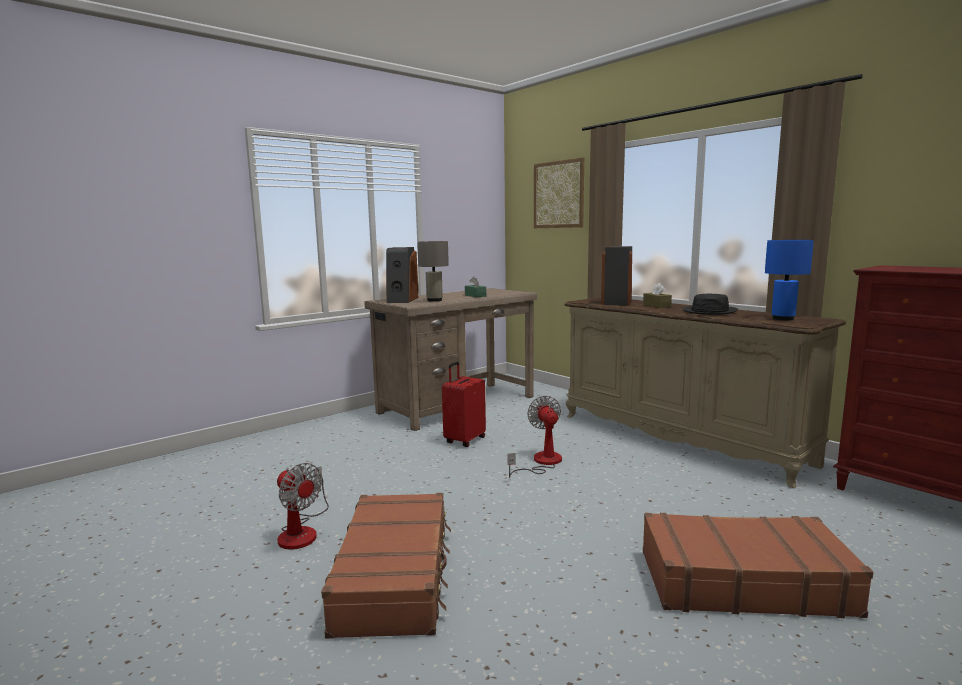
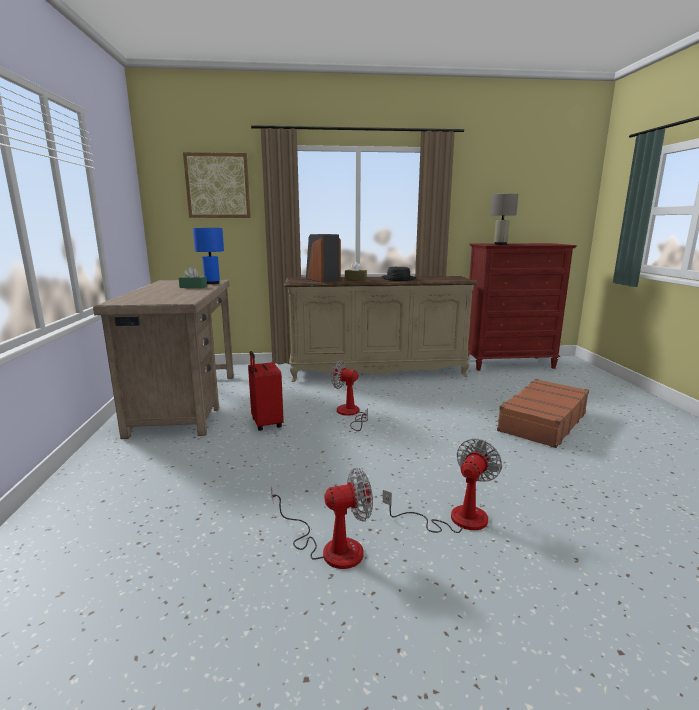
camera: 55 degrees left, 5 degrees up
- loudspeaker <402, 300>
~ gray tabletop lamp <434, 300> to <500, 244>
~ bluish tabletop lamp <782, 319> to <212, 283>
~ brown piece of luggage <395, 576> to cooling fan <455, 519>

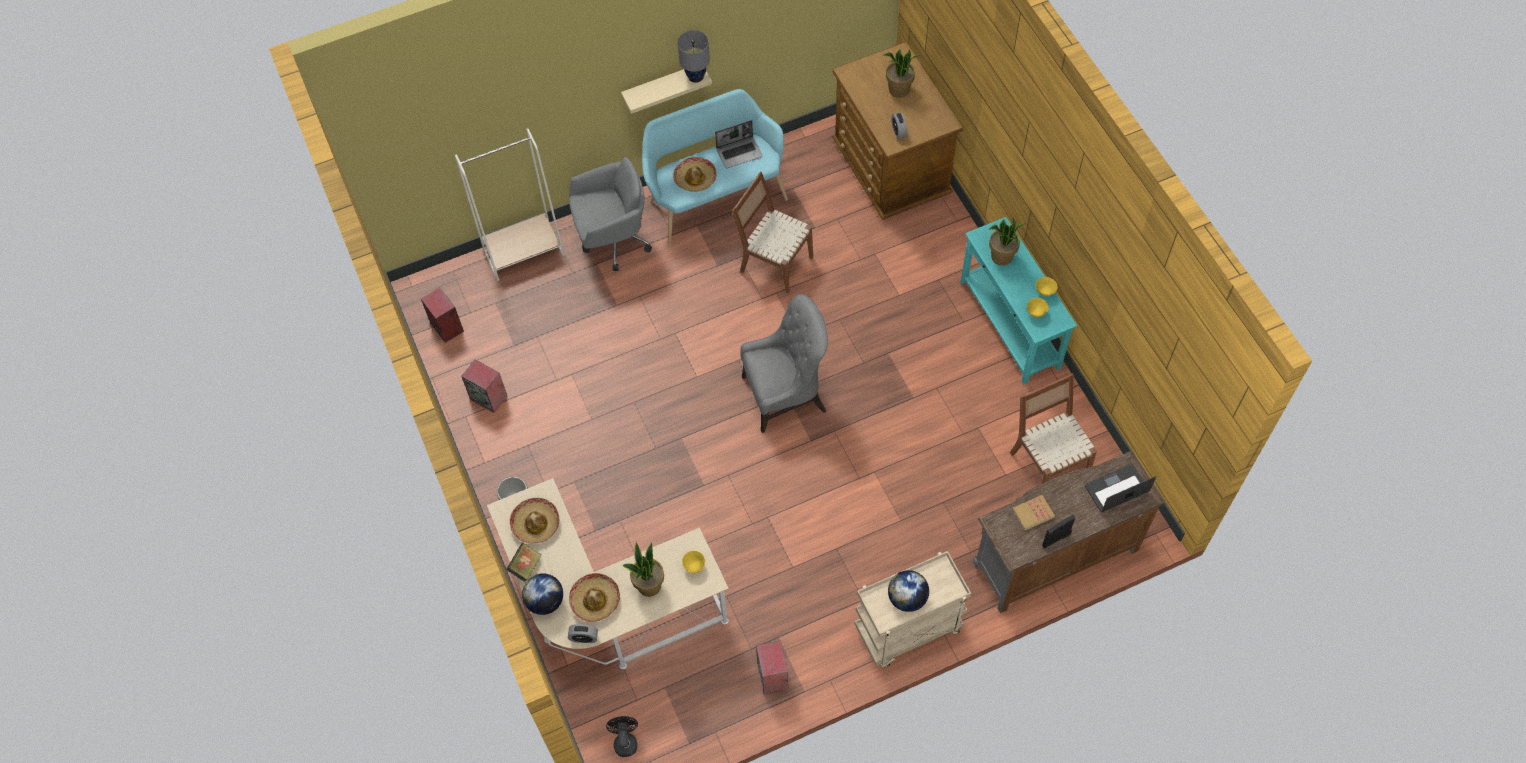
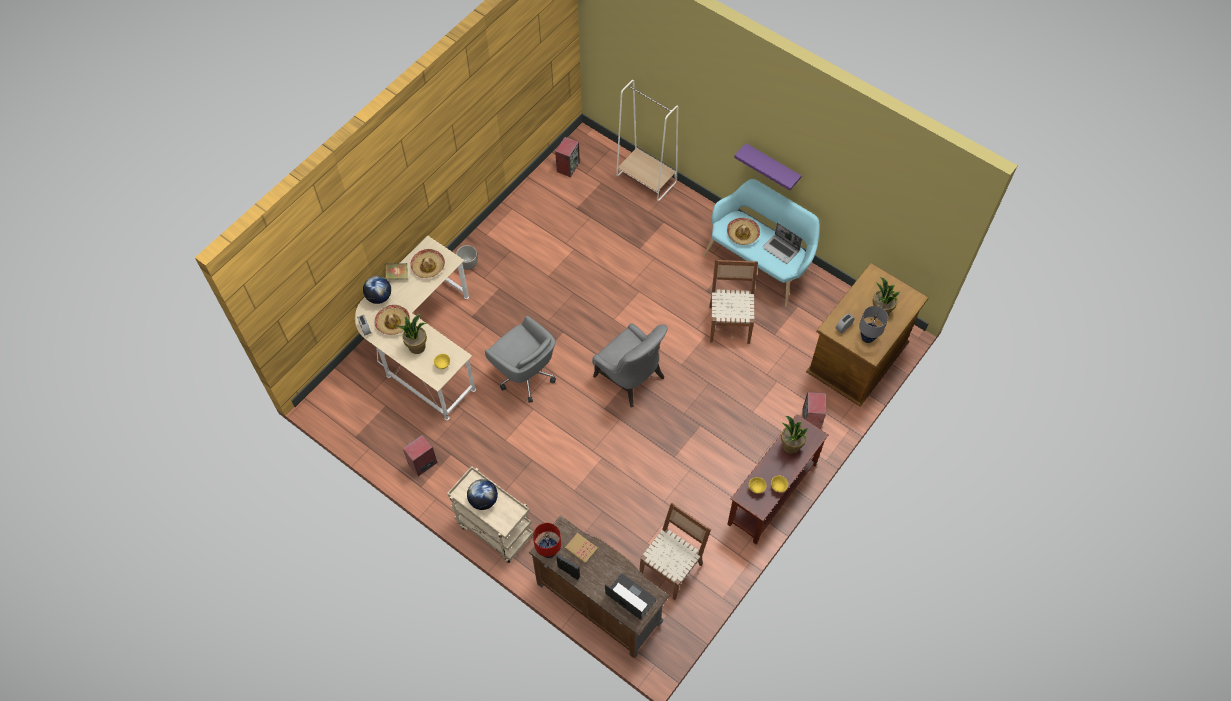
camera: 60 degrees right, 0 degrees up
- blackish cooling fan <625, 741>
+ red-coloured tabletop lamp <548, 551>
~ loudspeaker <489, 397> to <811, 419>
~ gray office chair <614, 243> to <524, 376>
~ gray tabletop lamp <696, 76> to <867, 337>
~ beige-coloured bracket shelf <662, 86> to purplish bracket shelf <772, 165>
~ turquoise narrow table <1010, 325> to brown narrow table <772, 495>

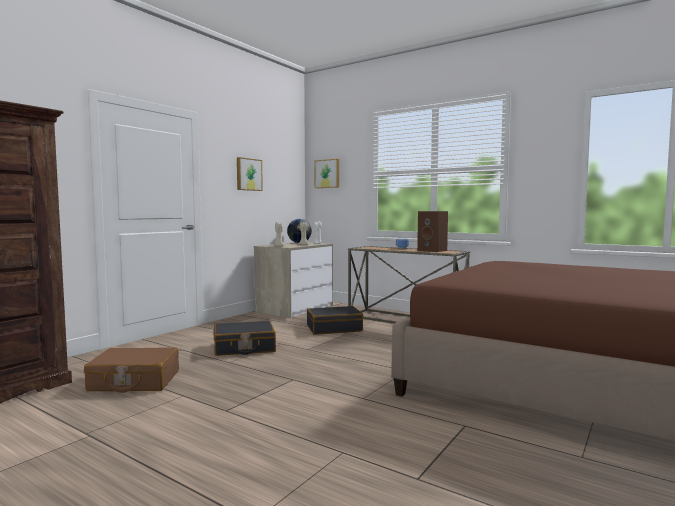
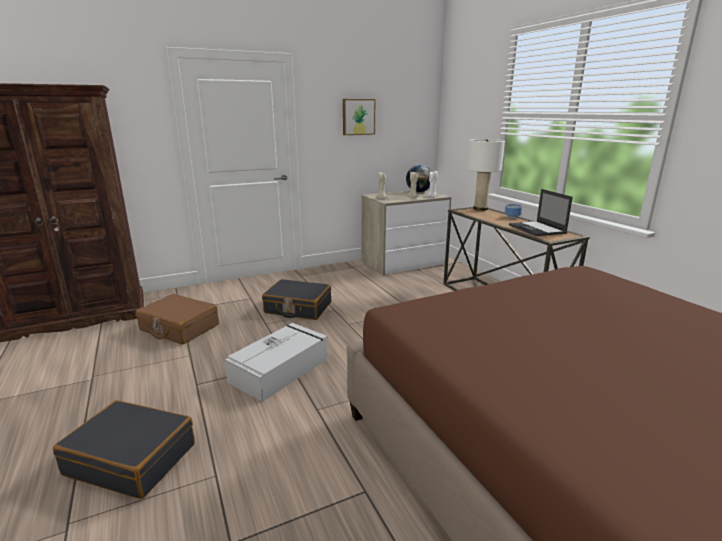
camera: 30 degrees right, 15 degrees up
- wall picture <327, 173>
+ gray storage box <280, 369>
+ whitish tabletop lamp <480, 209>
~ blackish piece of luggage <334, 328> to <132, 459>
~ brown loudspeaker <433, 250> to laptop <537, 229>

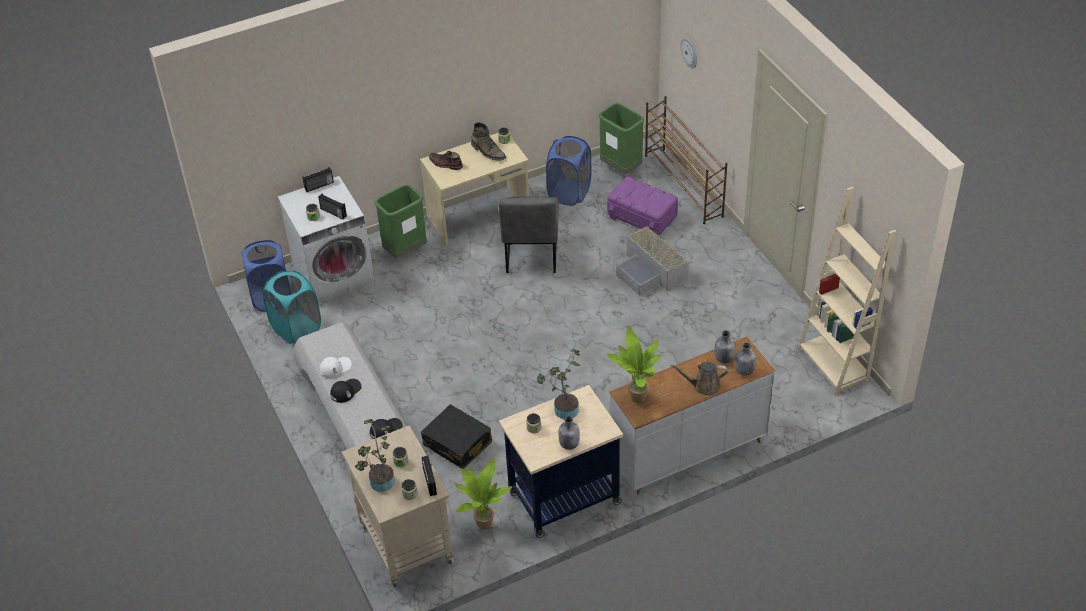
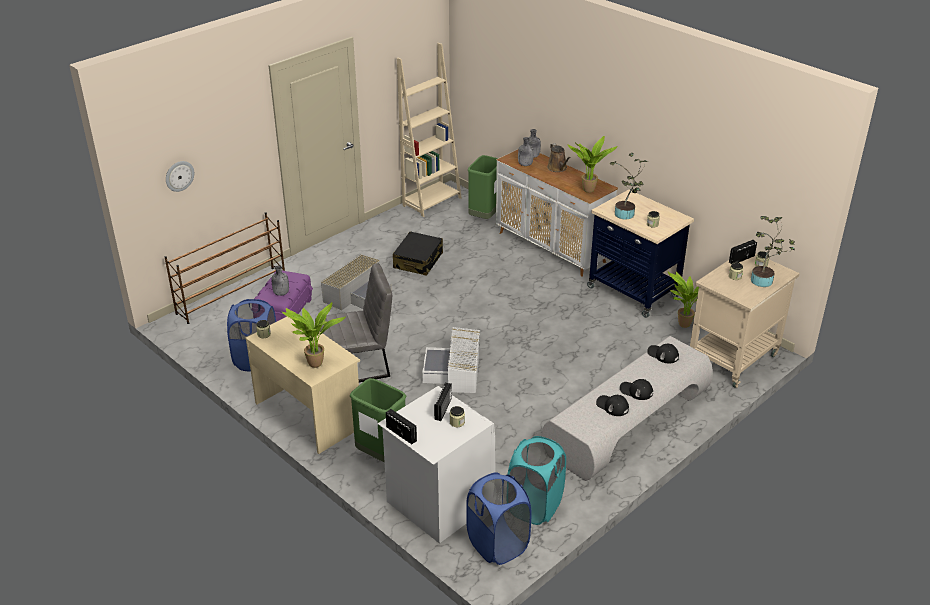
camera: 110 degrees left, 10 degrees down
- greenish boot <488, 152>
+ whitish storage box <455, 371>
~ blackish piece of luggage <457, 444> to <418, 261>
~ gray bottle <569, 444> to <281, 293>
~ greenish trash can <621, 168> to <485, 217>
~ brown boot <445, 164> to houseplant <315, 365>
~ whitish cap <335, 367> to blackish cap <612, 406>

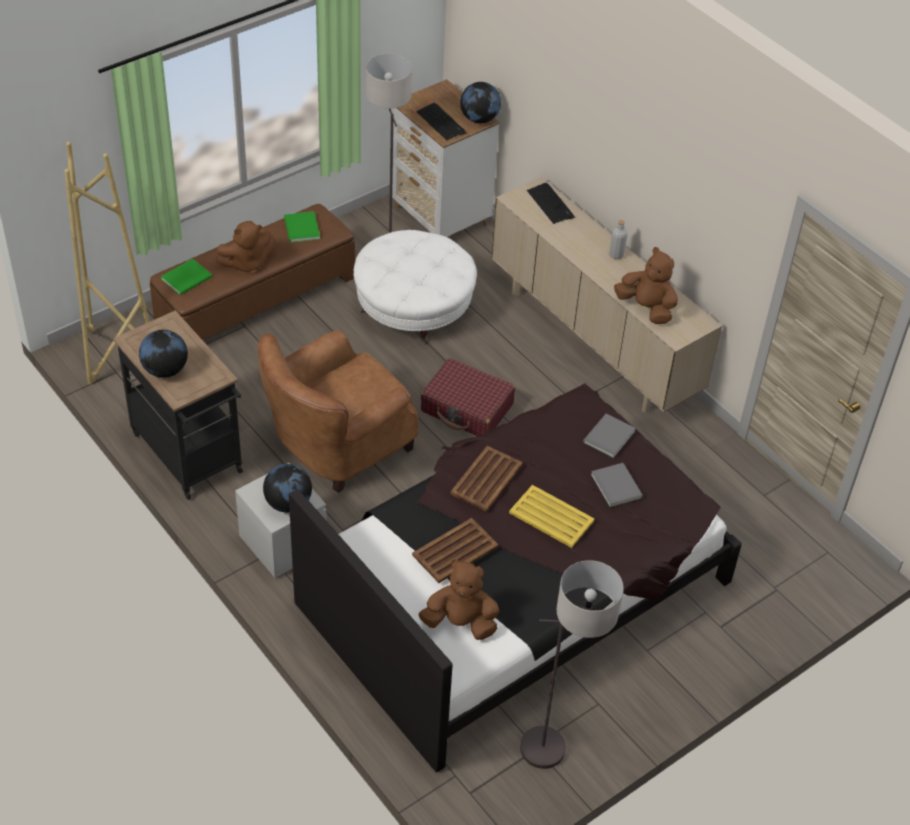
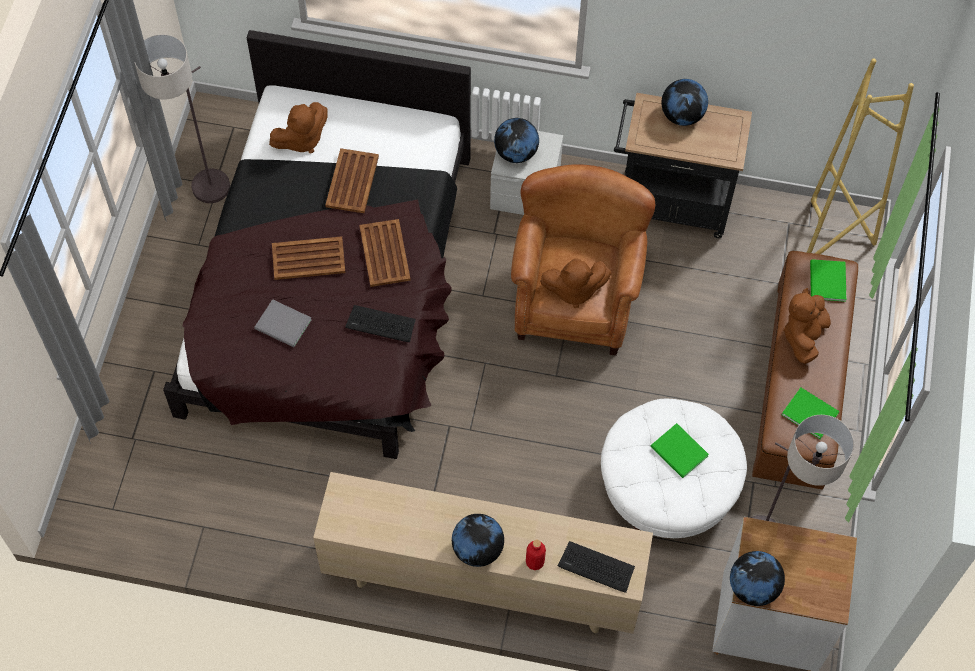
camera: 140 degrees right, 15 degrees up
- red-coloured piece of luggage <467, 408>
- gray bound book <607, 437>
+ red-coloured bottle <535, 562>
+ greenish bound book <679, 453>
~ computer keyboard <441, 122> to <380, 324>
~ brown cuddly toy <646, 308> to <573, 290>
~ gray bottle <616, 255> to desk globe <477, 549>
~ yellowish serving tray <552, 517> to brown serving tray <307, 258>

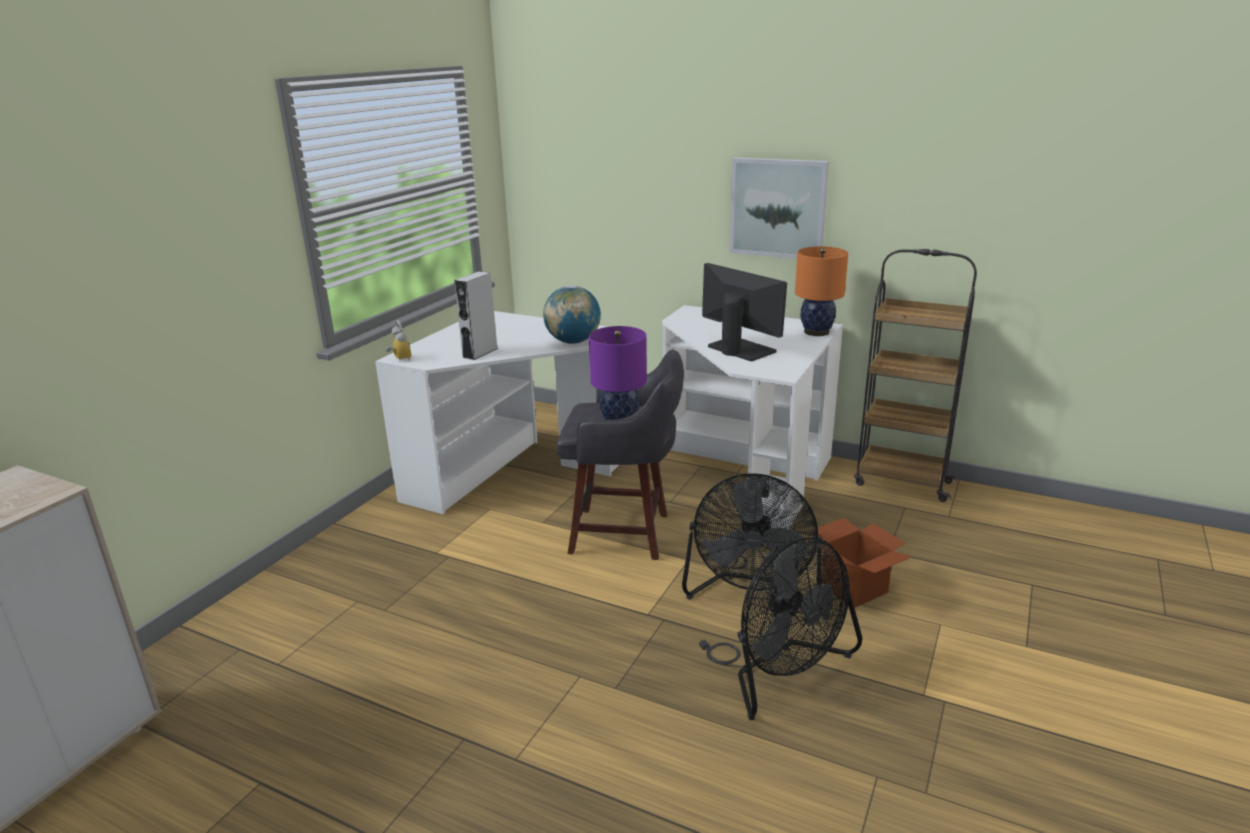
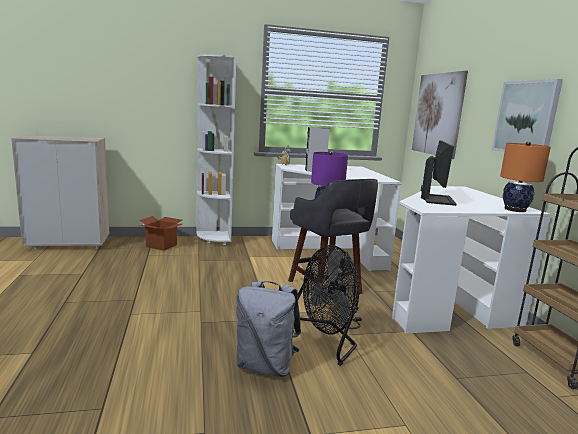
camera: 50 degrees right, 10 degrees down
- desk globe <573, 342>
+ whitish bookcase <214, 241>
+ wall picture <438, 114>
~ carton <853, 589> to <161, 246>
~ blackish cooling fan <776, 672> to gray backpack <266, 366>

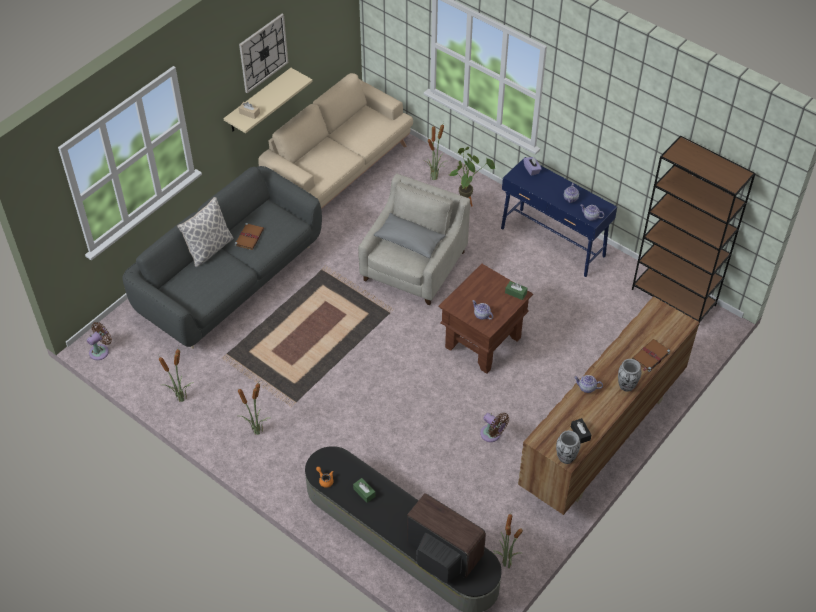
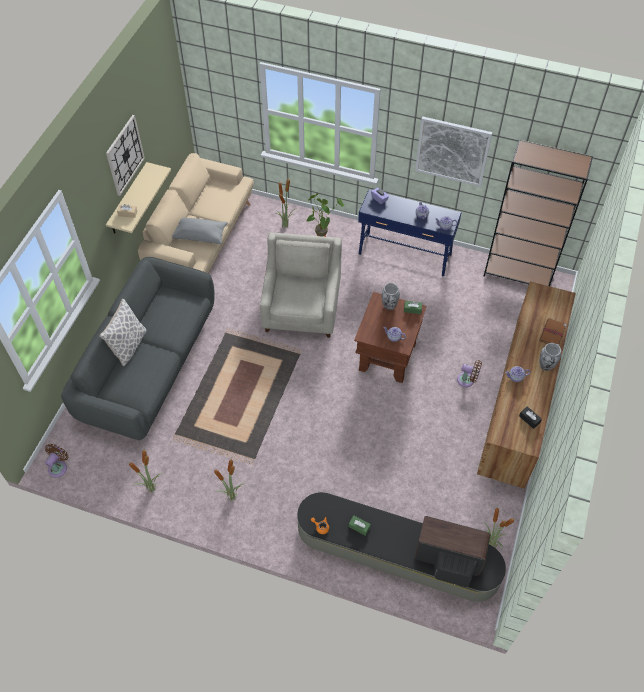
camera: 20 degrees left, 5 degrees up
- brown bound book <249, 237>
+ wall picture <452, 151>
~ gray cushion <409, 241> to <199, 235>
~ brown cooling fan <492, 435> to <467, 380>
~ vase <565, 458> to <389, 306>

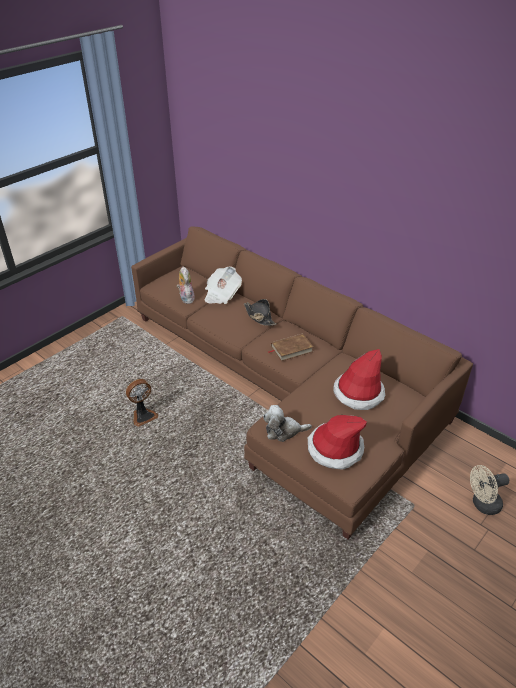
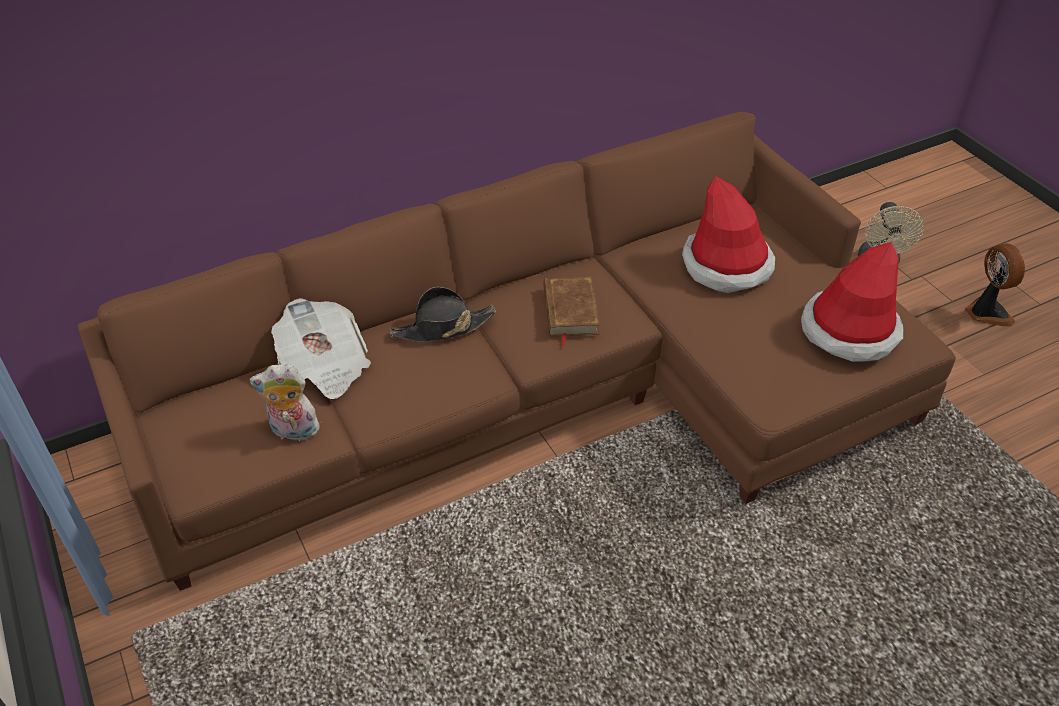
camera: 70 degrees left, 5 degrees up
- cuddly toy <283, 431>
~ cooling fan <143, 416> to <986, 312>

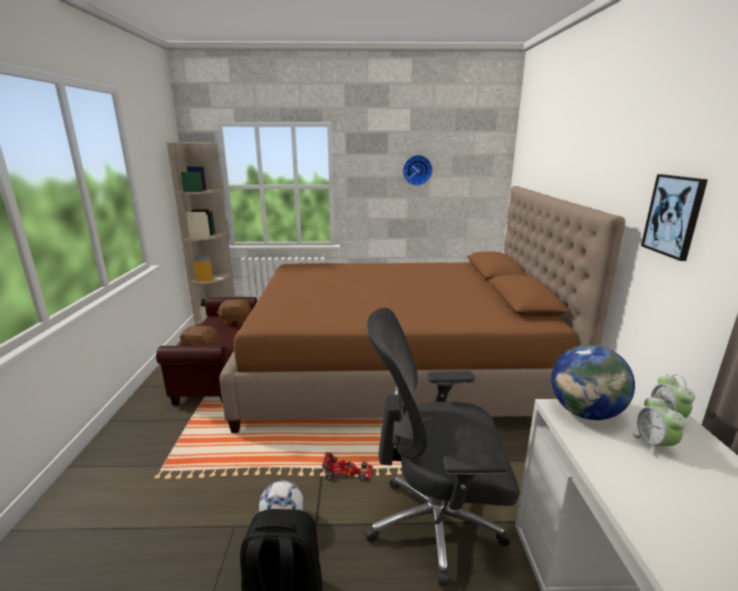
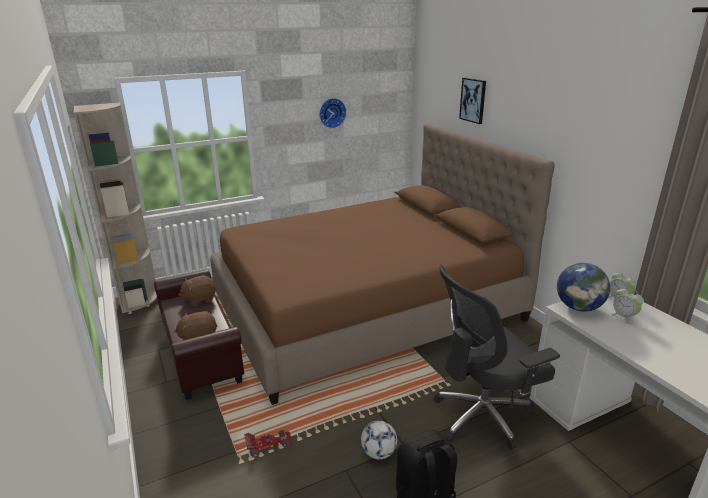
camera: 25 degrees left, 5 degrees up
~ toy car <347, 471> to <269, 444>
~ wall picture <674, 216> to <473, 100>

